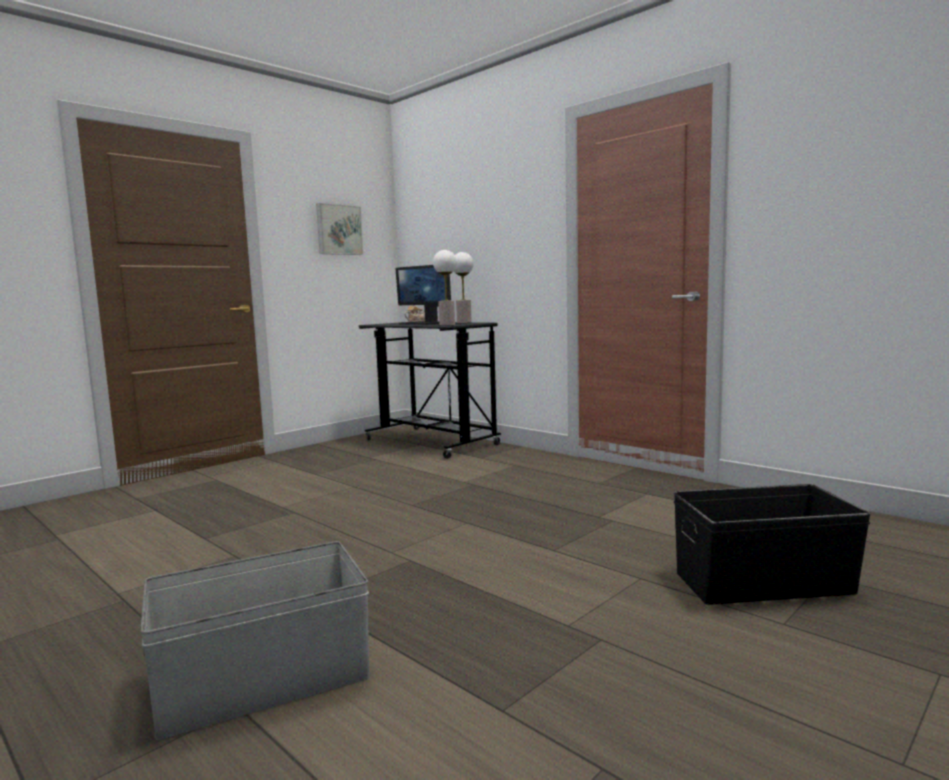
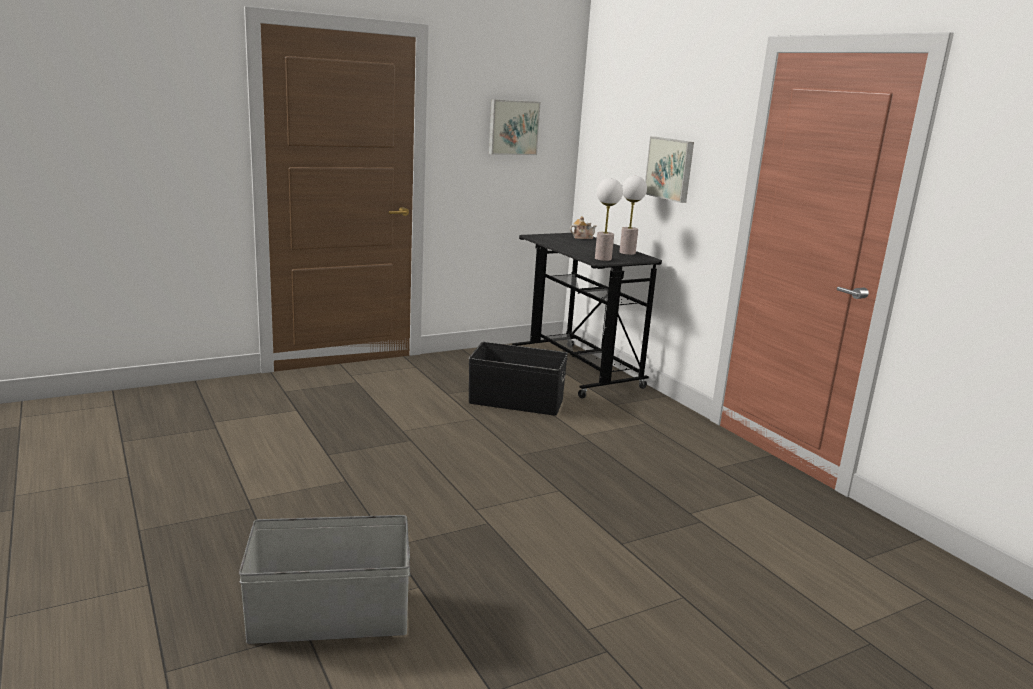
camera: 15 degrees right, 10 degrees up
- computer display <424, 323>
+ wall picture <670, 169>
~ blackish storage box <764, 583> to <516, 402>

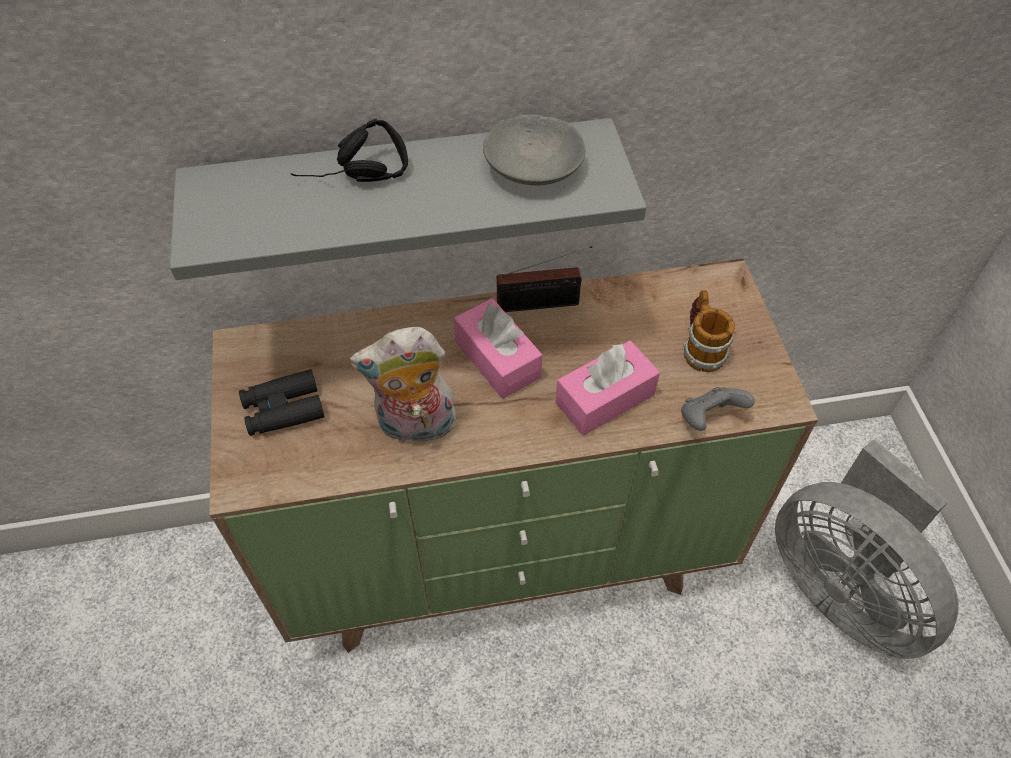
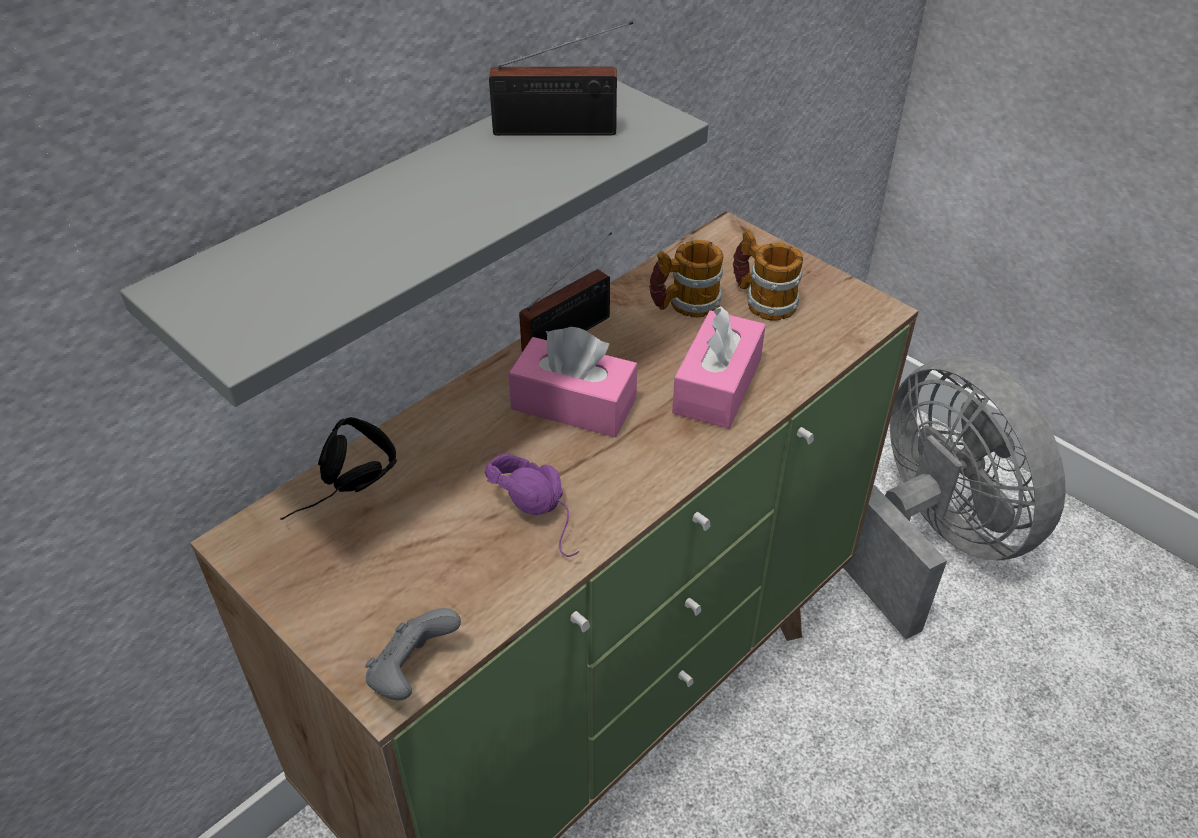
camera: 35 degrees left, 10 degrees down
- blackish pair of binoculars <283, 409>
+ tea mug <684, 305>
~ blackish pair of headphones <354, 179> to <345, 492>
~ gray joypad <709, 419> to <412, 672>
~ cuddly toy <415, 427> to purplish pair of headphones <547, 513>
~ gray serving bowl <534, 166> to radio set <562, 131>
~ gray cooling fan <841, 586> = <932, 541> 135 degrees counterclockwise

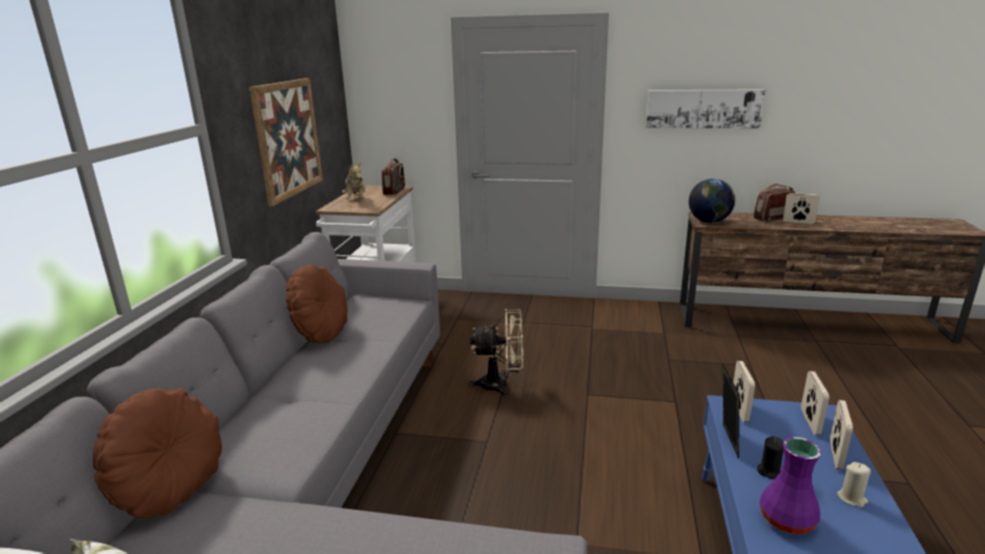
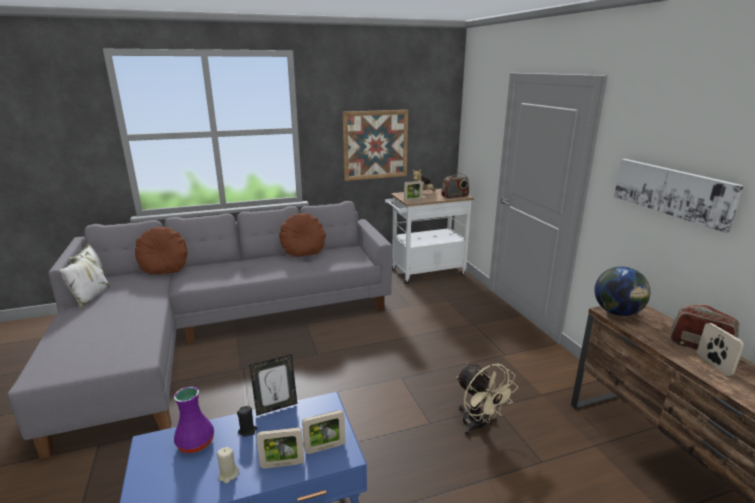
camera: 60 degrees right, 0 degrees up
~ beige-coloured cooling fan <501, 385> to <478, 426>
~ photo frame <739, 410> to <413, 200>

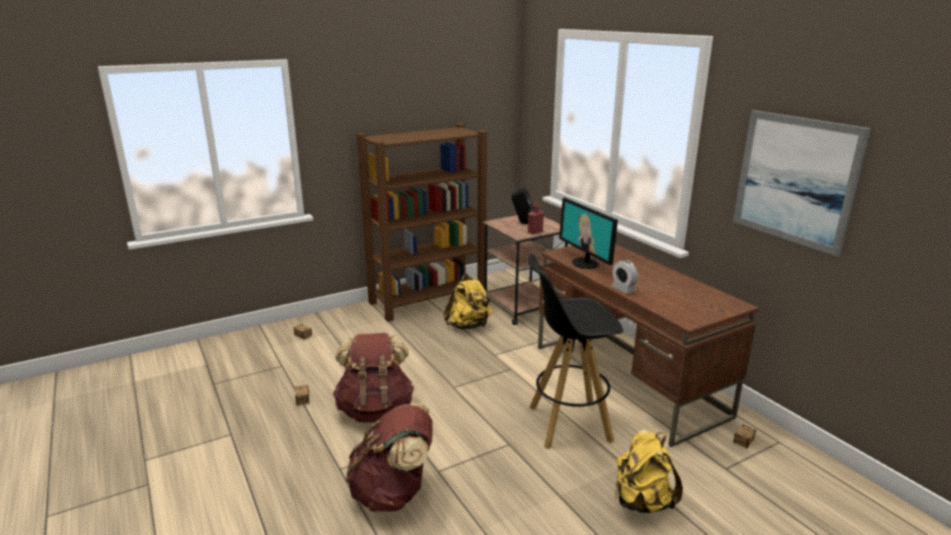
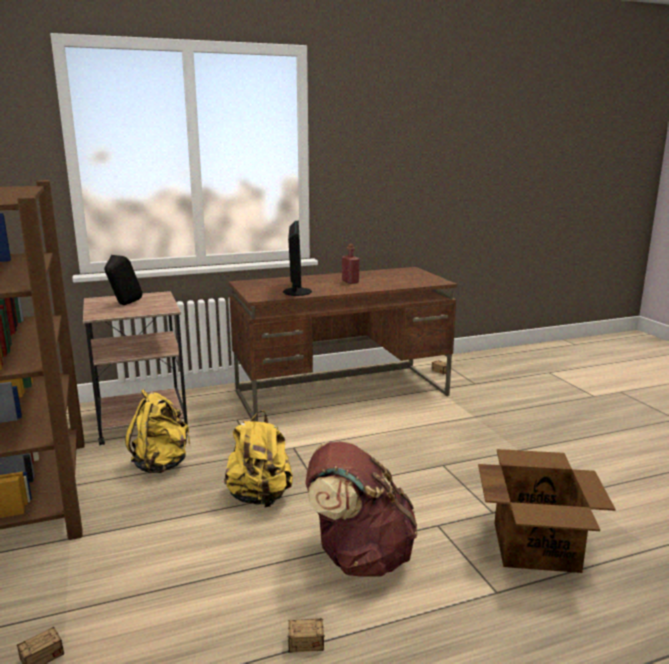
camera: 80 degrees left, 5 degrees down
- blackish stool <567, 423>
- table clock <623, 289>
- wall picture <795, 180>
~ red-coloured bottle <535, 232> to <350, 281>
~ yellowish backpack <642, 502> to <260, 498>
~ brown backpack <394, 493> to carton <536, 546>
~ computer display <585, 263> = <296, 292> 75 degrees counterclockwise

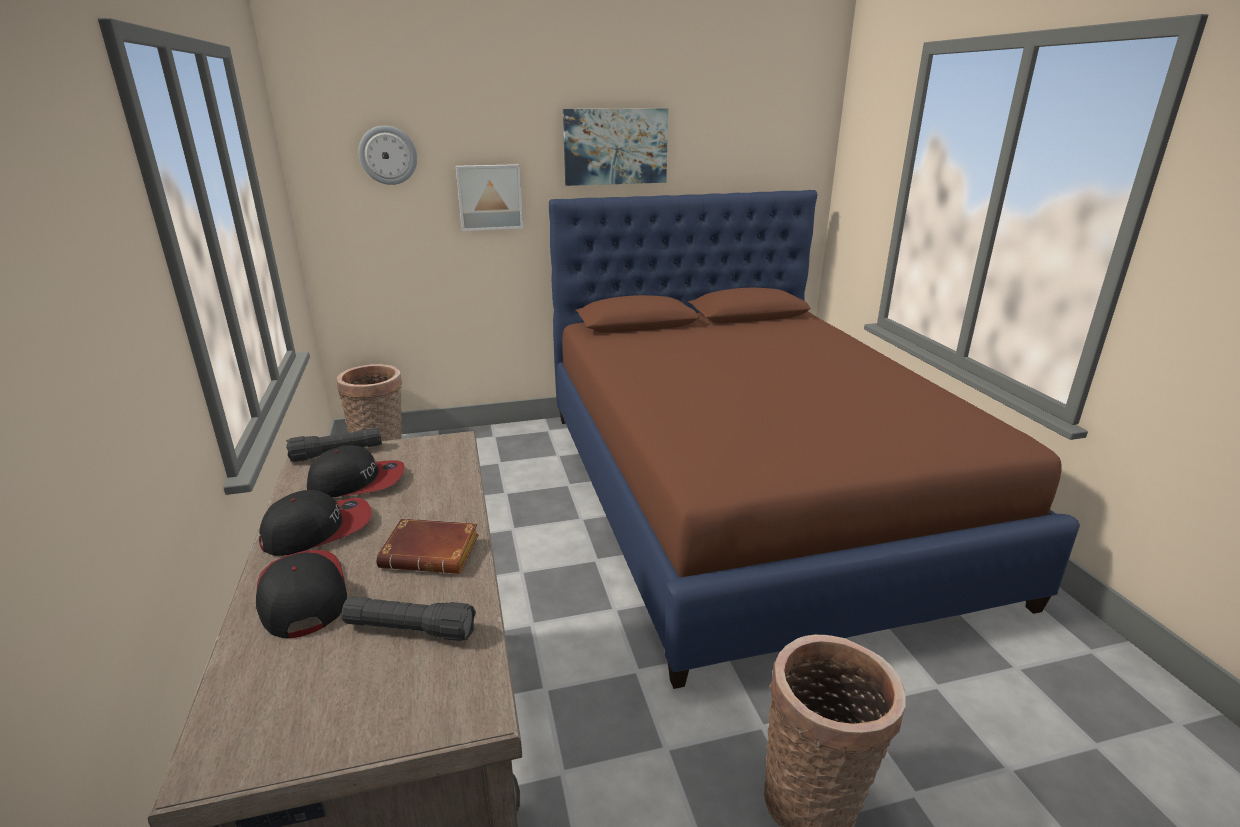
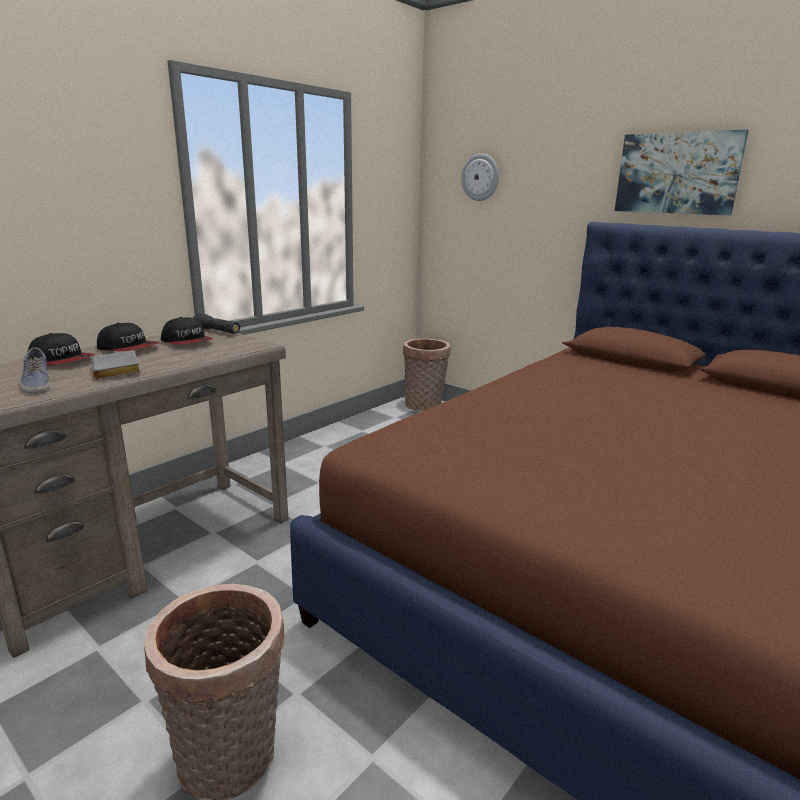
camera: 55 degrees right, 5 degrees down
- wall picture <490, 197>
~ blackish hand torch <410, 629> to shoe <36, 384>
~ brown bound book <433, 552> to gray bound book <119, 371>
~ cap <302, 596> = <62, 361> 90 degrees clockwise

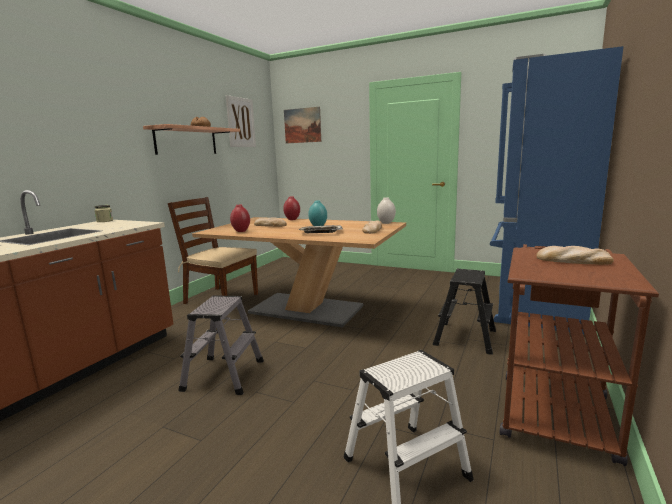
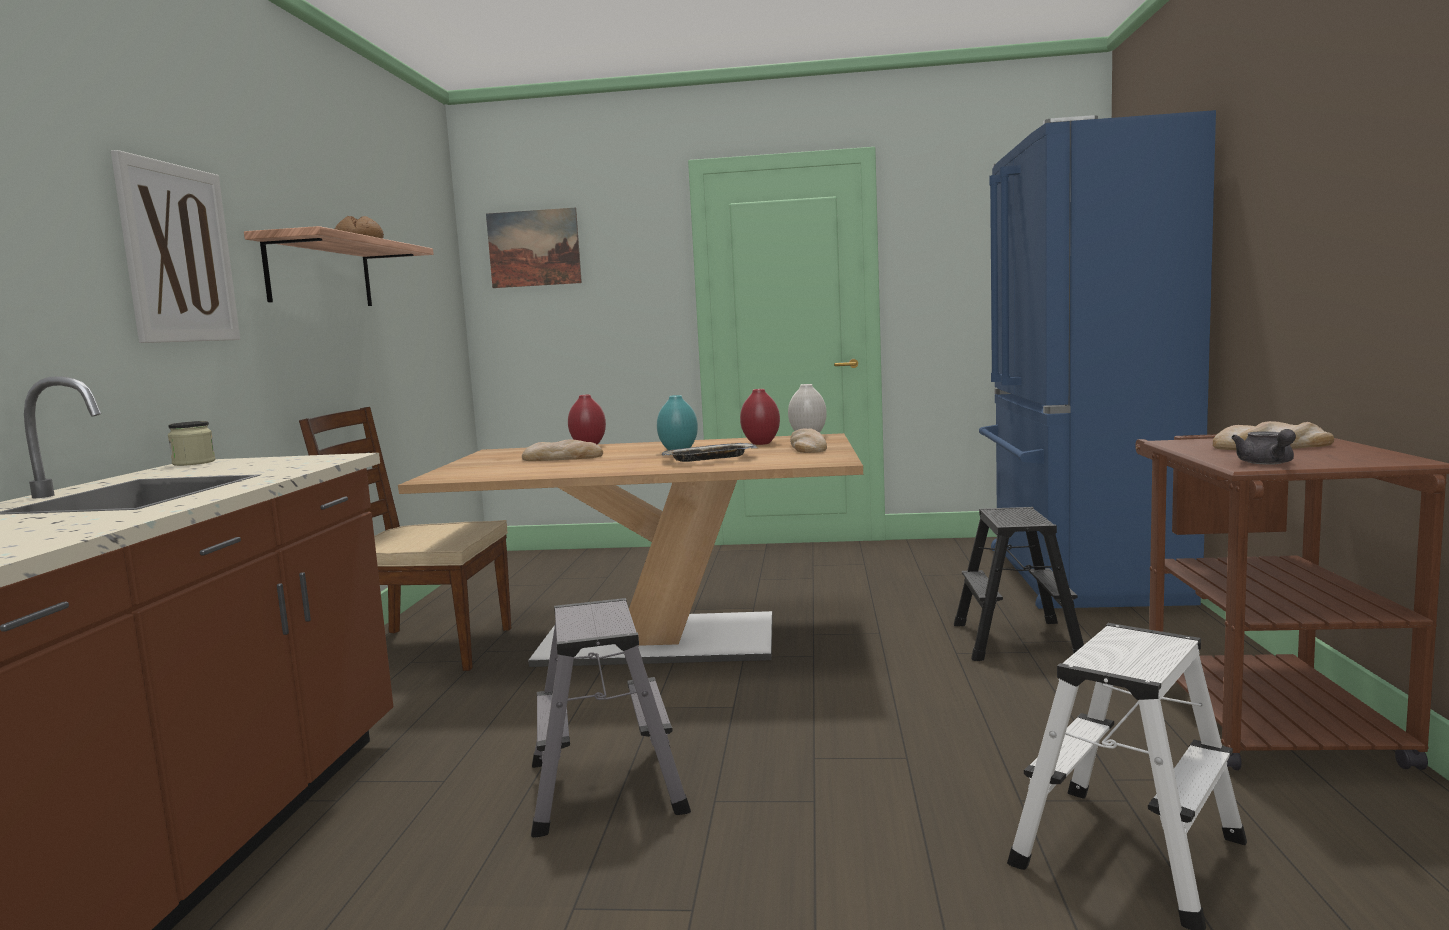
camera: 20 degrees left, 5 degrees down
+ gray teapot <1267, 463>
~ wall picture <240, 122> to <178, 253>
~ red-coloured vase <241, 231> to <761, 443>

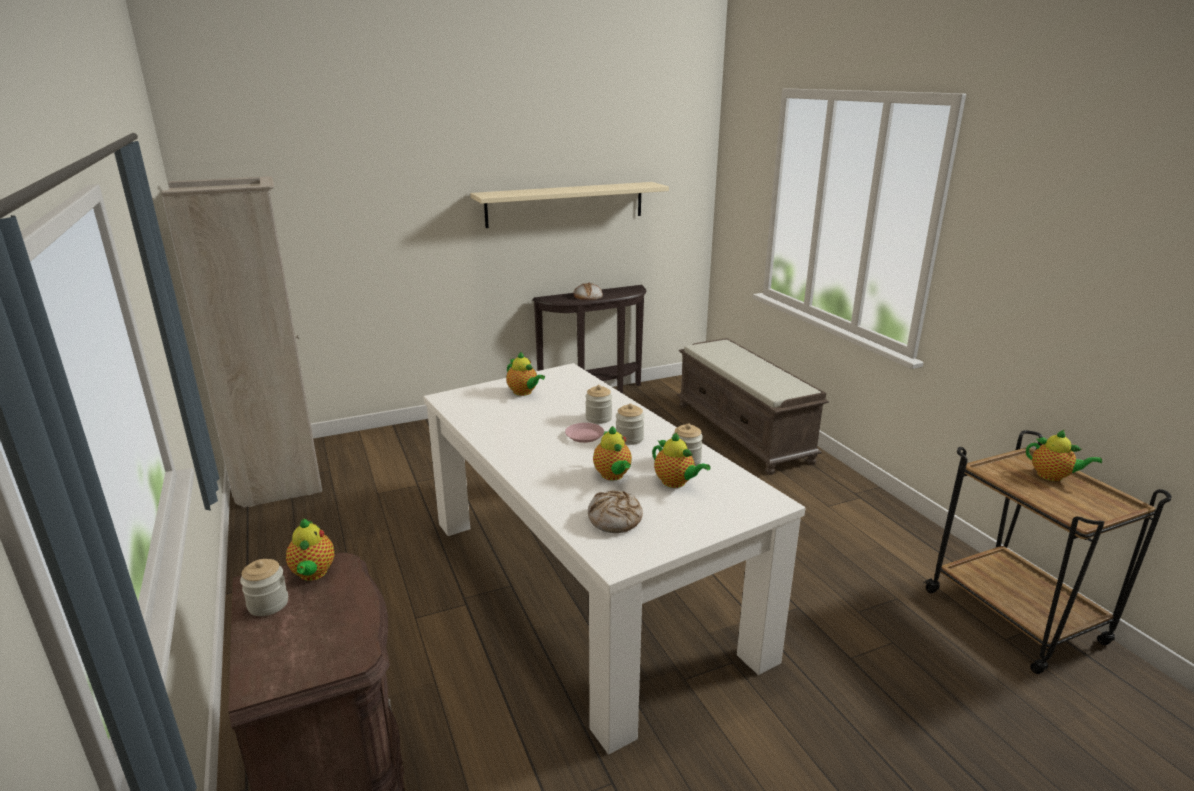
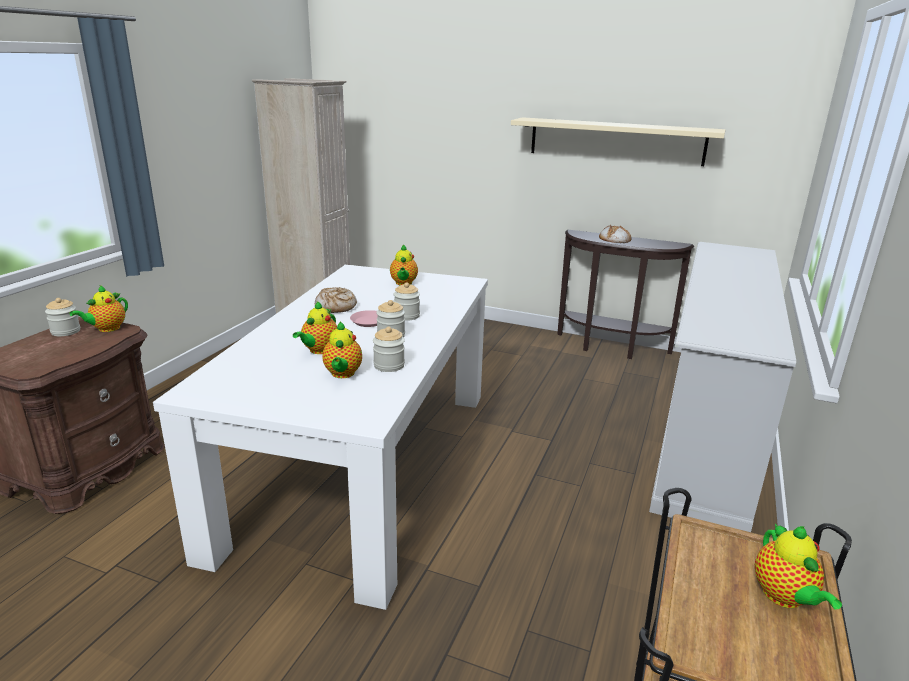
camera: 45 degrees right, 0 degrees up
~ bread <615, 519> to <336, 307>
~ brown long seat <743, 433> to whitish storage cabinet <705, 432>

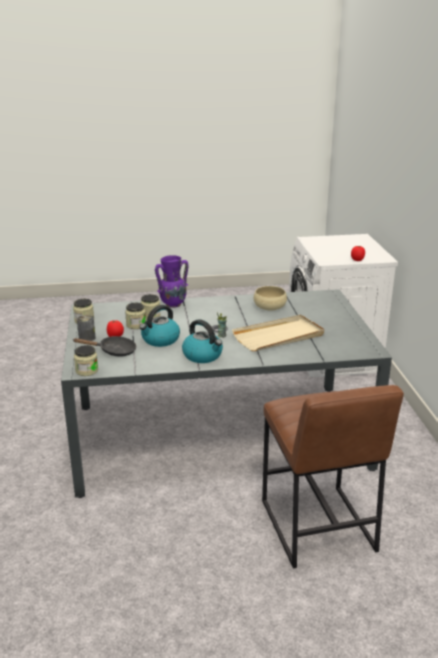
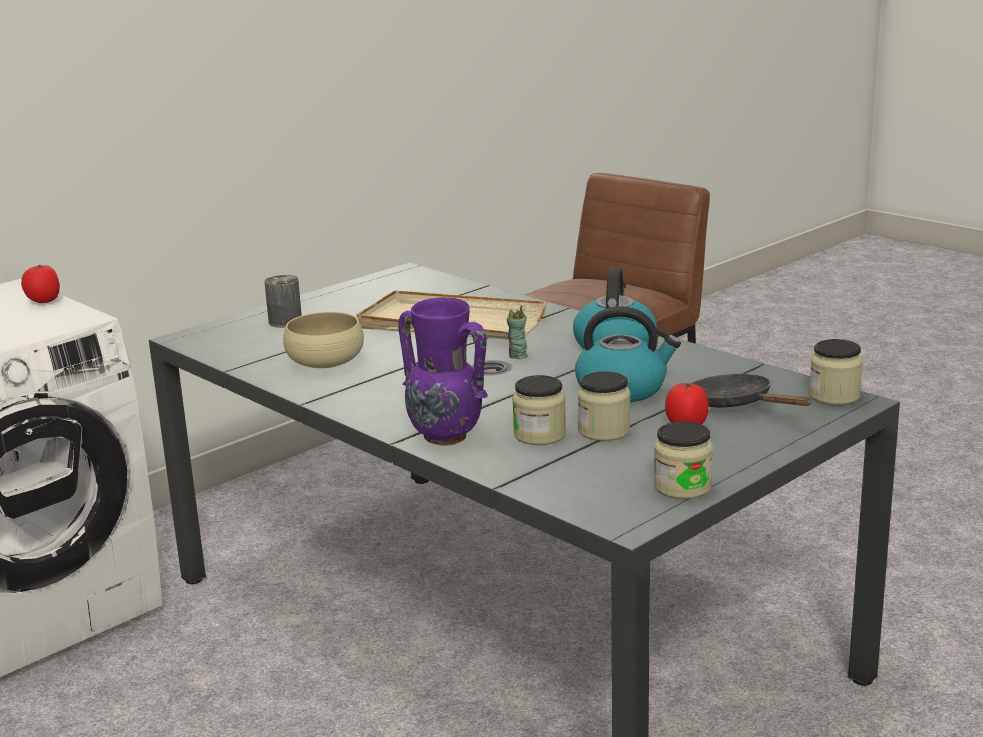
camera: 125 degrees left, 5 degrees down
~ sealed can <87, 338> to <285, 322>

